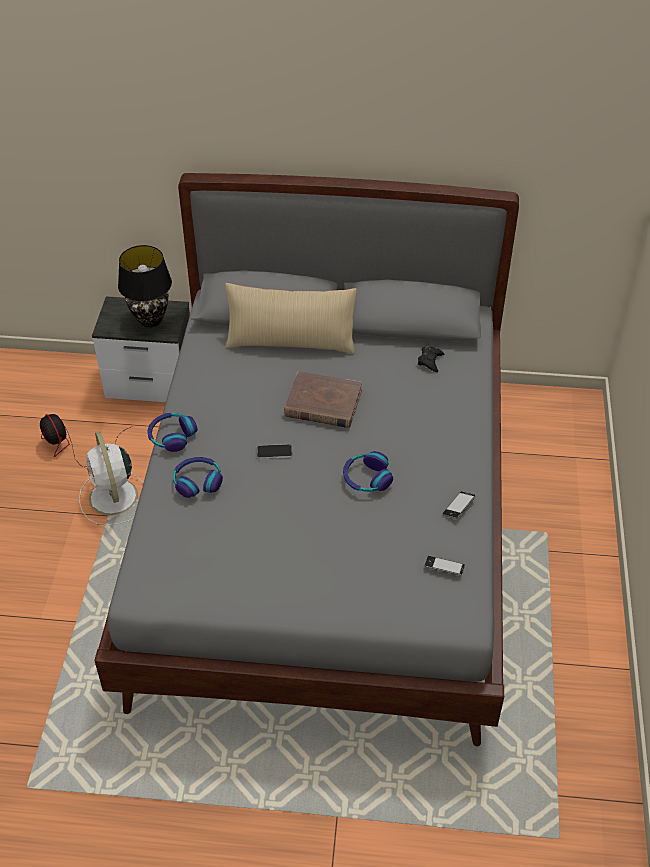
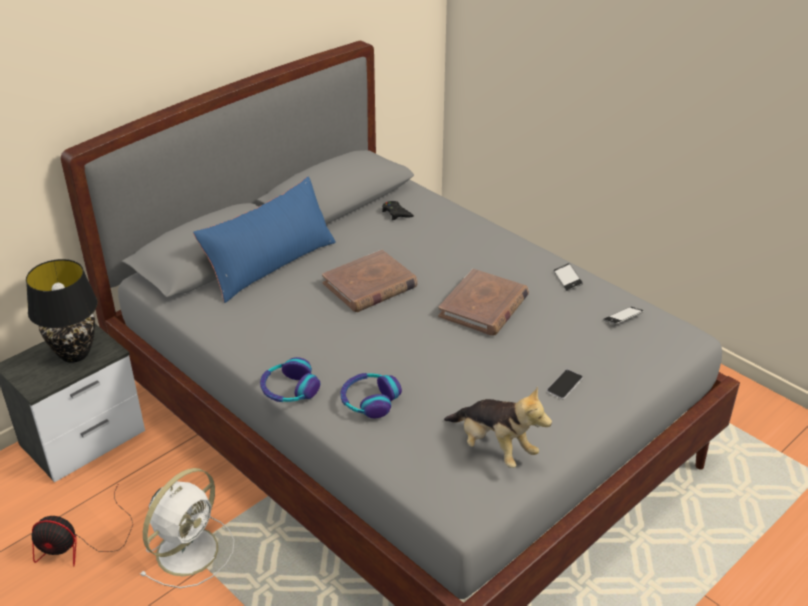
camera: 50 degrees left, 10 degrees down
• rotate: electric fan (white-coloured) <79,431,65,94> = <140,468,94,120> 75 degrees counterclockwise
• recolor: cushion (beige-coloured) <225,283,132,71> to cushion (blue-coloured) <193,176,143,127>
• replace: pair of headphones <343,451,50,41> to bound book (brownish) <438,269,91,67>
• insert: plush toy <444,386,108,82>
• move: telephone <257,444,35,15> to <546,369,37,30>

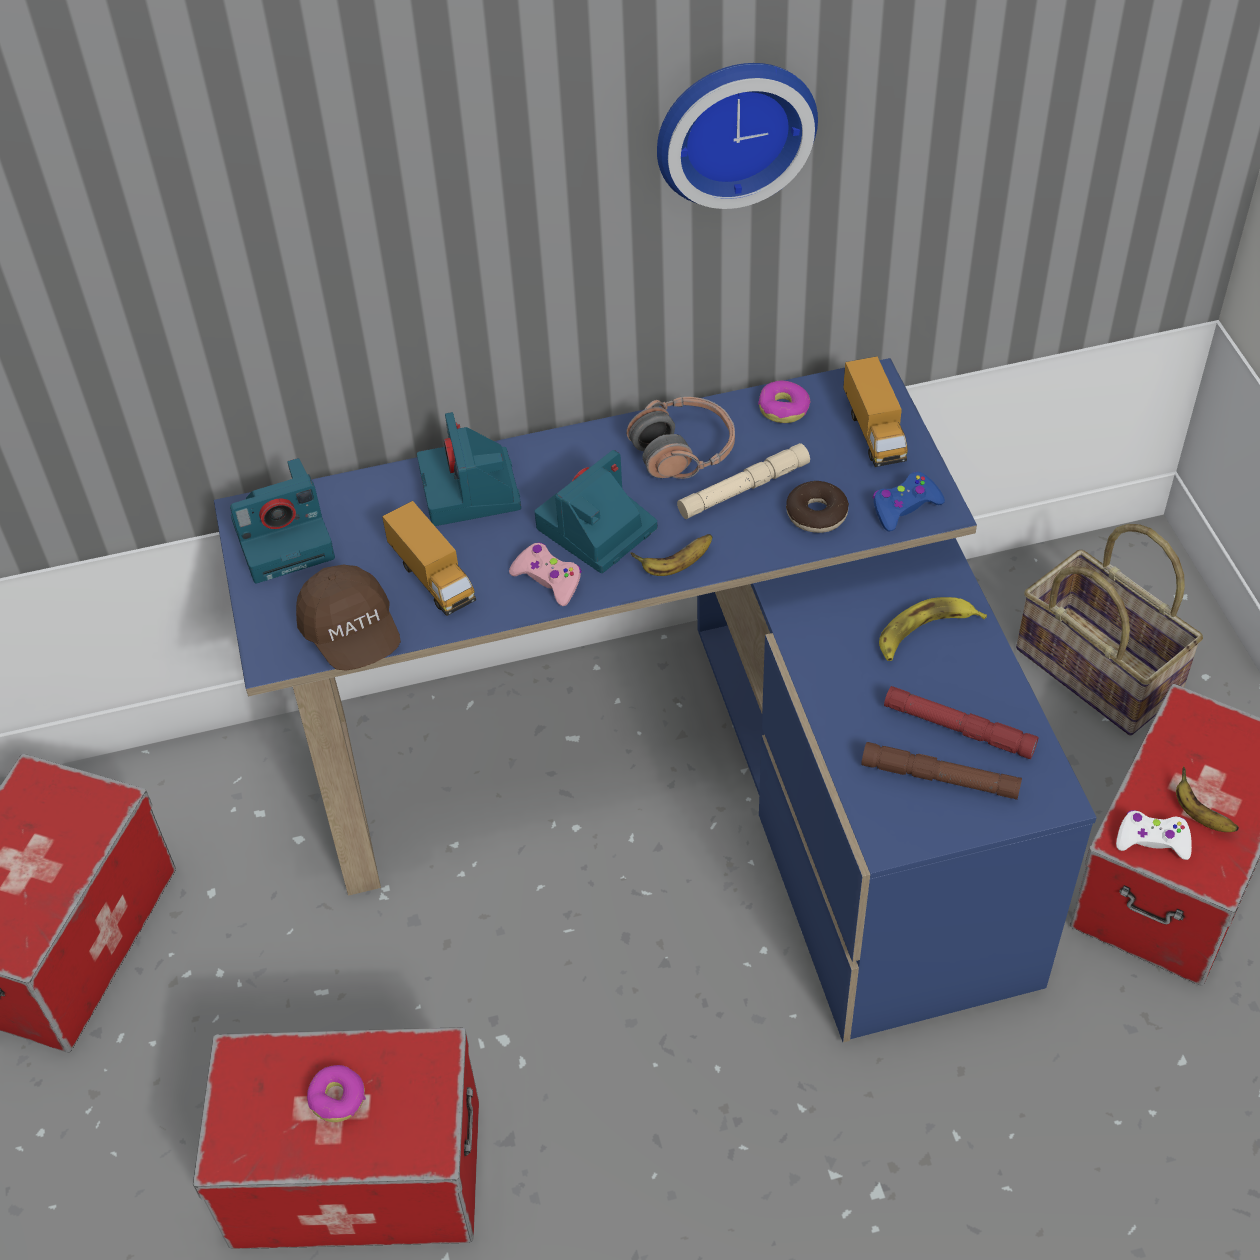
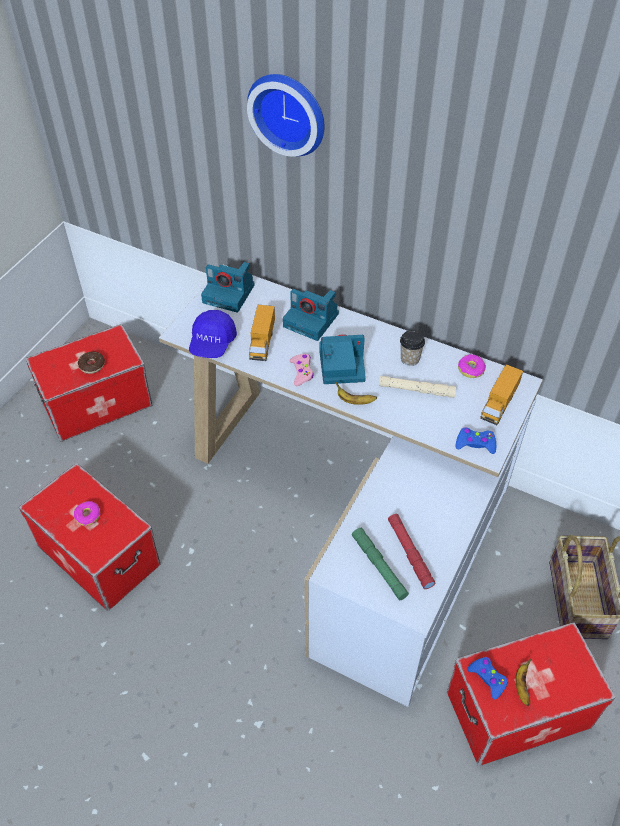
camera: 40 degrees right, 0 degrees up
• move: donut <786,481,63,52> to <78,351,27,23>
• recolor: desk unit (blue-coloured) <214,358,883,684> to desk unit (white-coloured) <159,265,384,442>
• recolor: baseball cap (brownish) <296,565,105,106> to baseball cap (blue-coloured) <189,310,48,48>
• move: clock on the wall <657,63,161,146> to <247,74,78,83>
• rotate: still camera <417,412,104,114> = <283,289,56,52> 90 degrees counterclockwise
• recolor: torch (brownish) <861,742,161,58> to torch (greenish) <352,528,57,72>
• replace: pair of headphones <626,396,109,83> to drinking cup <400,330,25,36>
• recolor: game controller (white-coloured) <1116,810,76,50> to game controller (blue-coloured) <467,657,41,42>
• delete: banana <879,597,108,64>

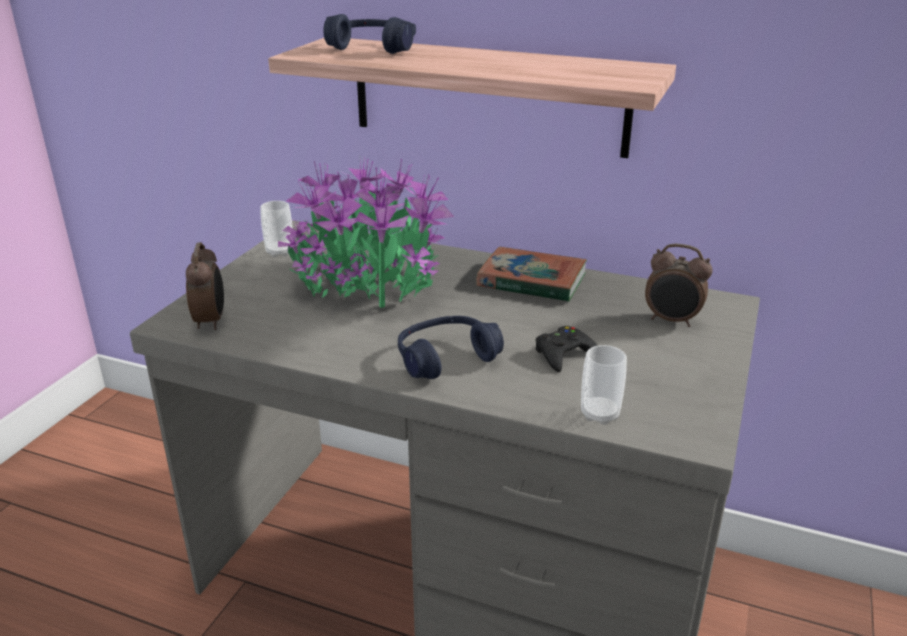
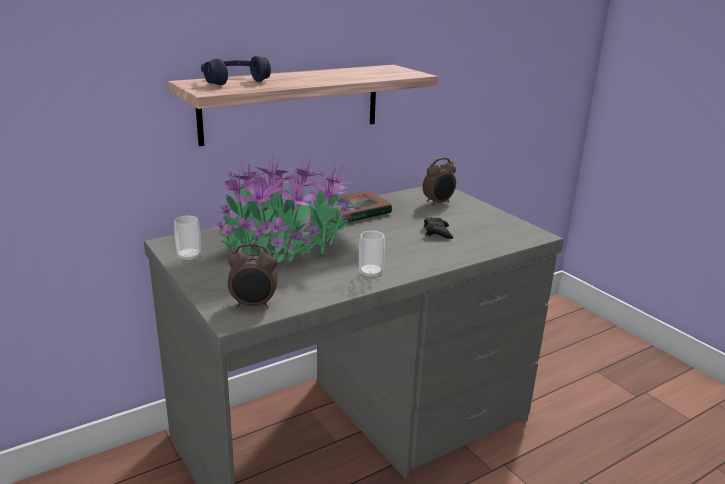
camera: 55 degrees left, 5 degrees down
• rotate: table clock <186,242,38,88> = <228,244,49,64> 150 degrees clockwise
• move: drinking cup <581,345,46,80> to <359,231,26,48>
• delete: pair of headphones (blue-coloured) <398,316,106,63>

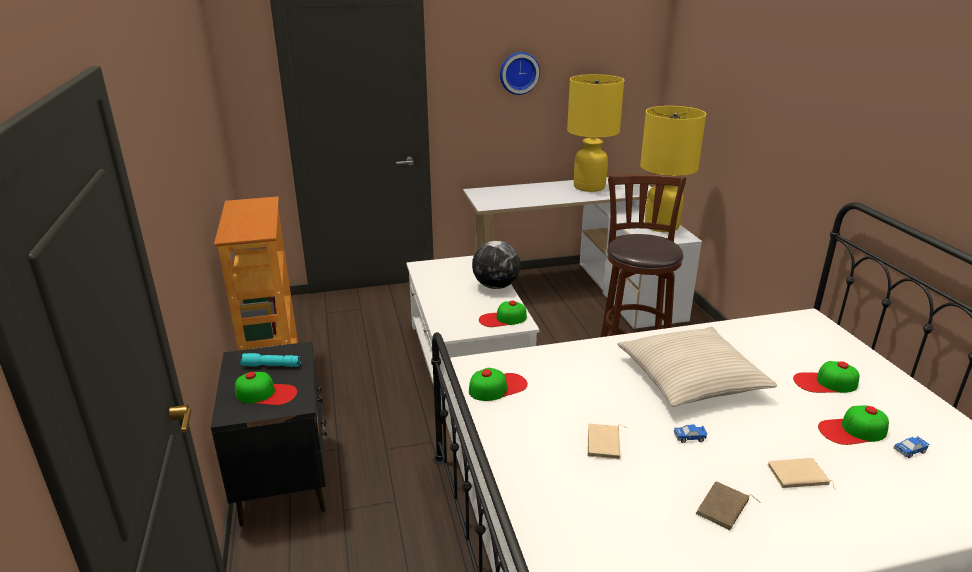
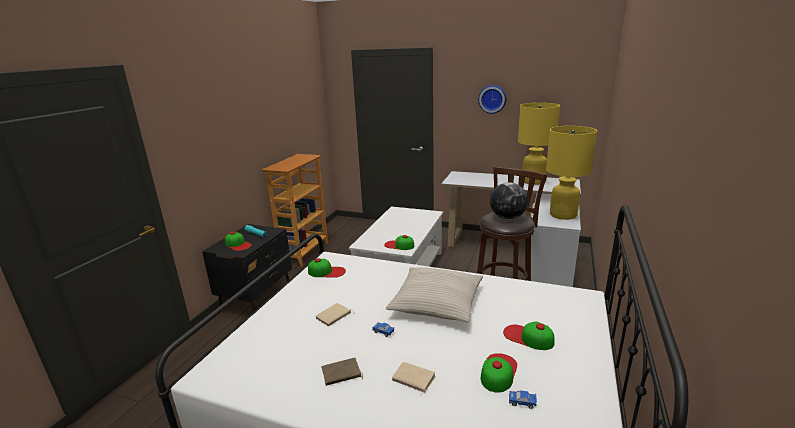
camera: 35 degrees right, 5 degrees down
• rotate: baseball cap <818,405,71,40> = <481,353,36,40> 90 degrees clockwise
• move: world globe <472,241,49,48> to <490,182,38,37>

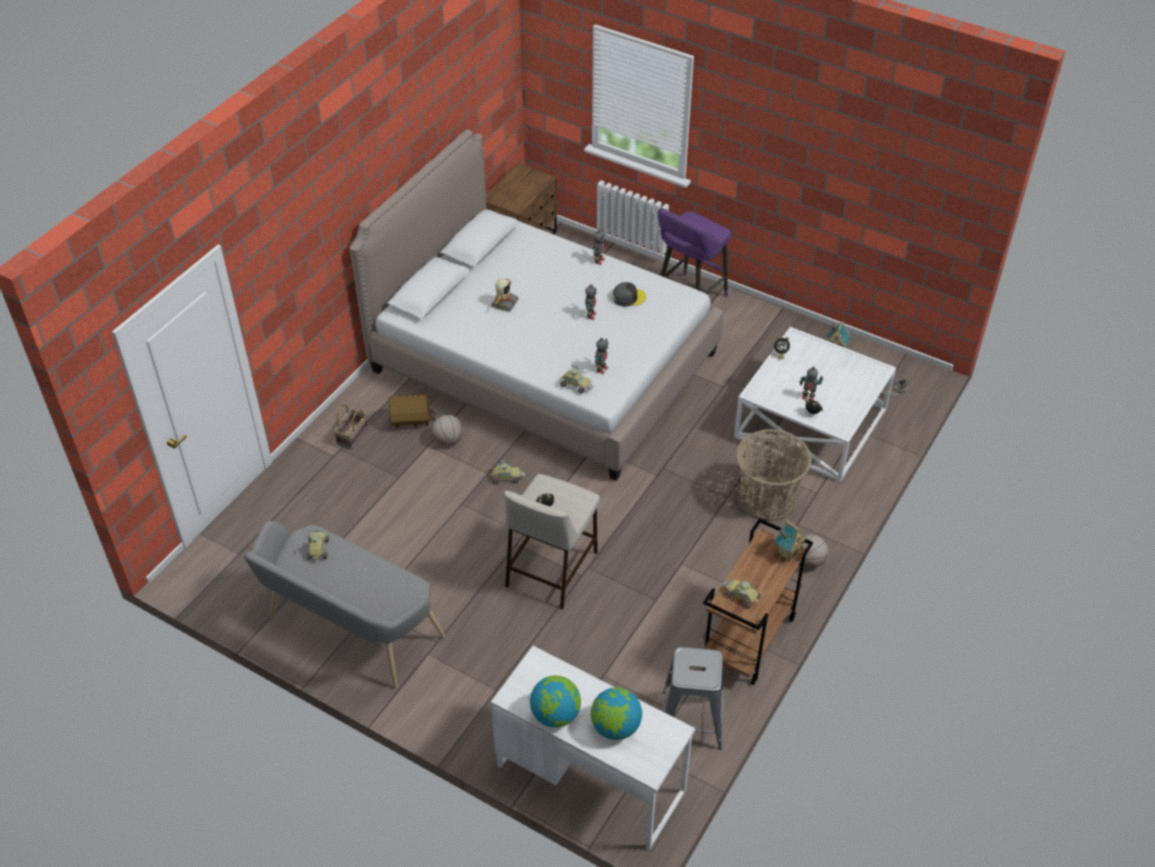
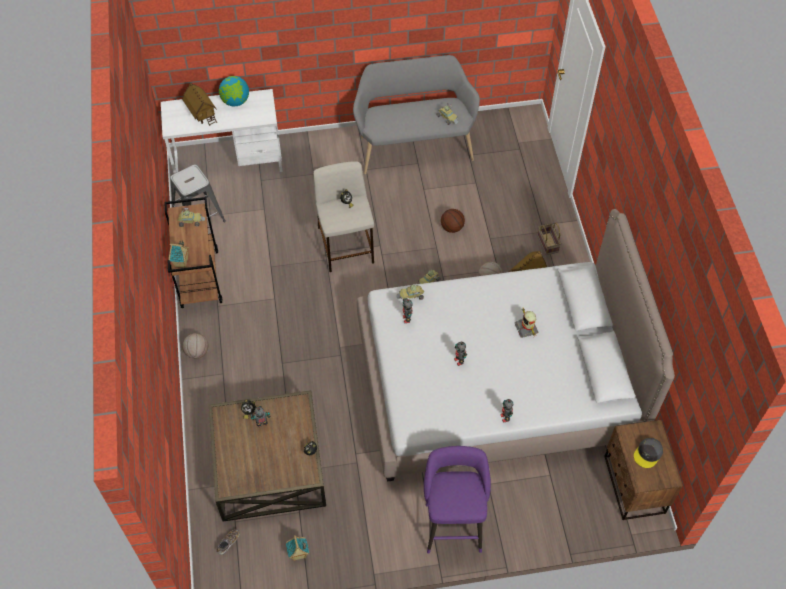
camera: 140 degrees right, 10 degrees up
• replace: world globe <591,687,51,53> to toy house <182,83,35,43>
• recolor: low table (white-coloured) <734,327,162,155> to low table (brownish) <208,390,118,132>
• insert: ball for basketball <441,209,24,24>
• move: baseball cap (gray) <613,282,33,25> to <634,438,29,30>
• delete: basket <736,429,76,93>

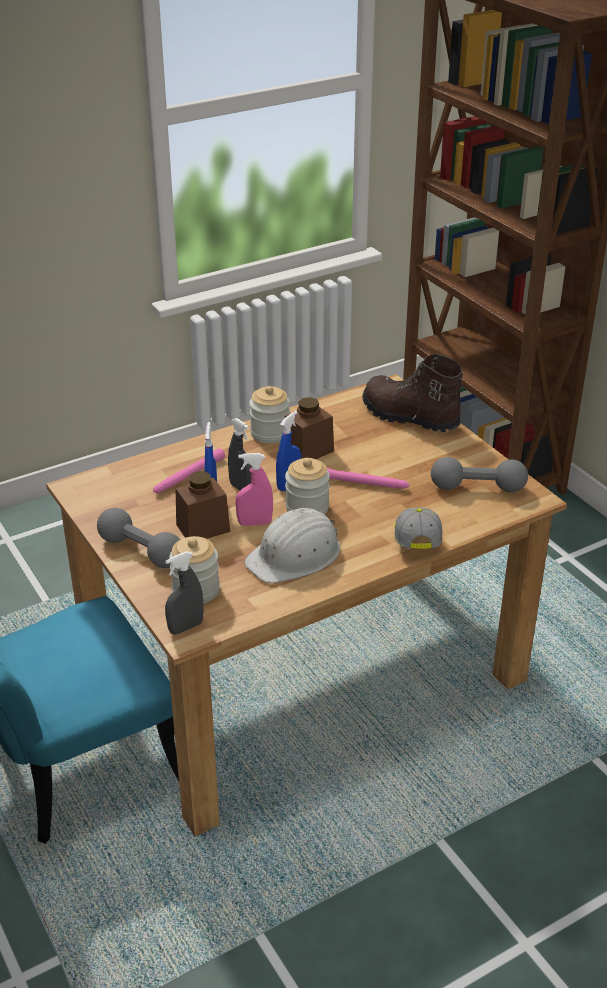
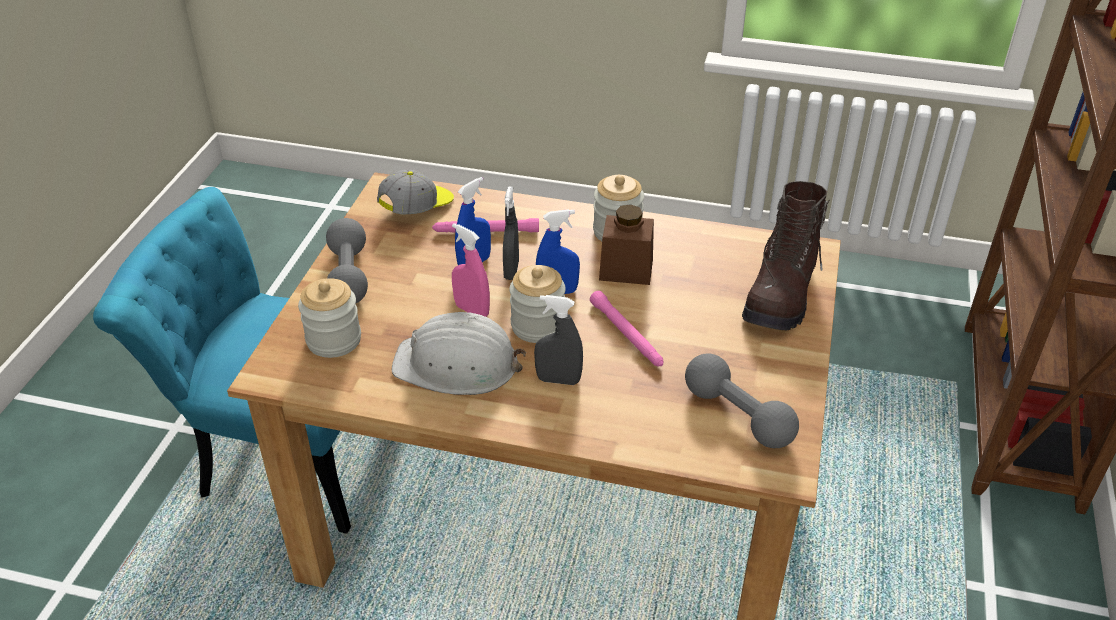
camera: 45 degrees right, 5 degrees up
• move: baseball cap <394,507,48,42> to <377,170,77,44>
• move: spray bottle (gray) <165,551,38,84> to <534,295,49,90>
• rotate: boot (brownish) <362,354,101,78> = <742,181,88,149> 150 degrees counterclockwise
• delete: storage jar (brownish) <176,471,54,68>

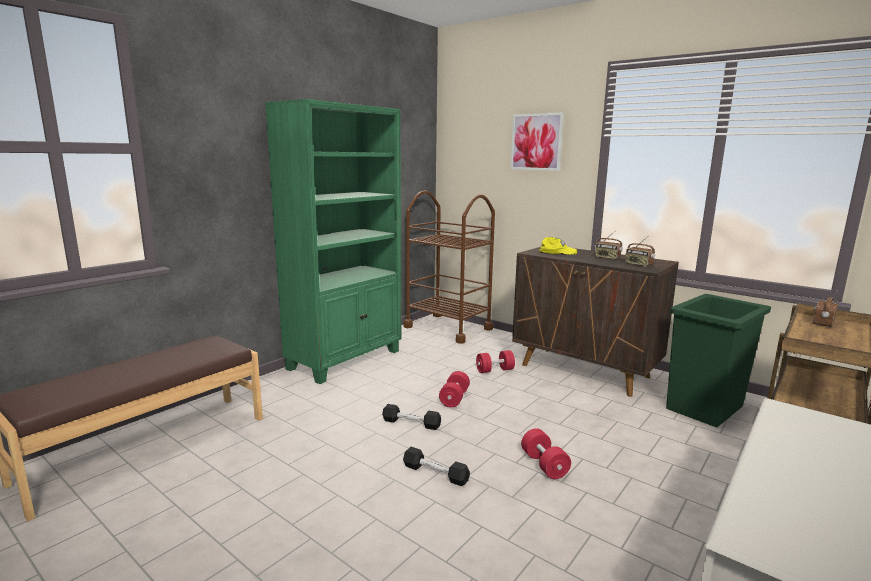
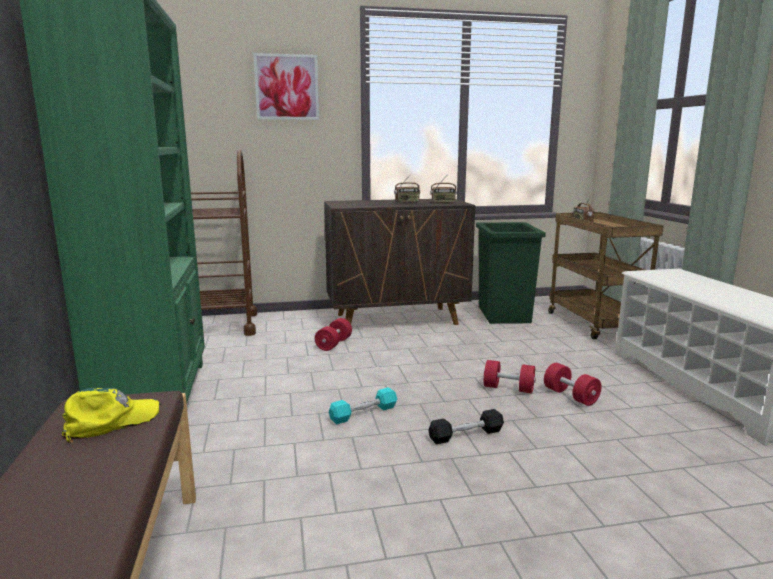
camera: 50 degrees left, 0 degrees up
• move: baseball cap (yellow-coloured) <539,237,39,18> to <62,388,99,55>
• recolor: dumbbell (blackish) <382,404,59,26> to dumbbell (blue-green) <329,387,68,37>
• move: dumbbell (red-coloured) <439,371,31,36> to <544,363,58,43>

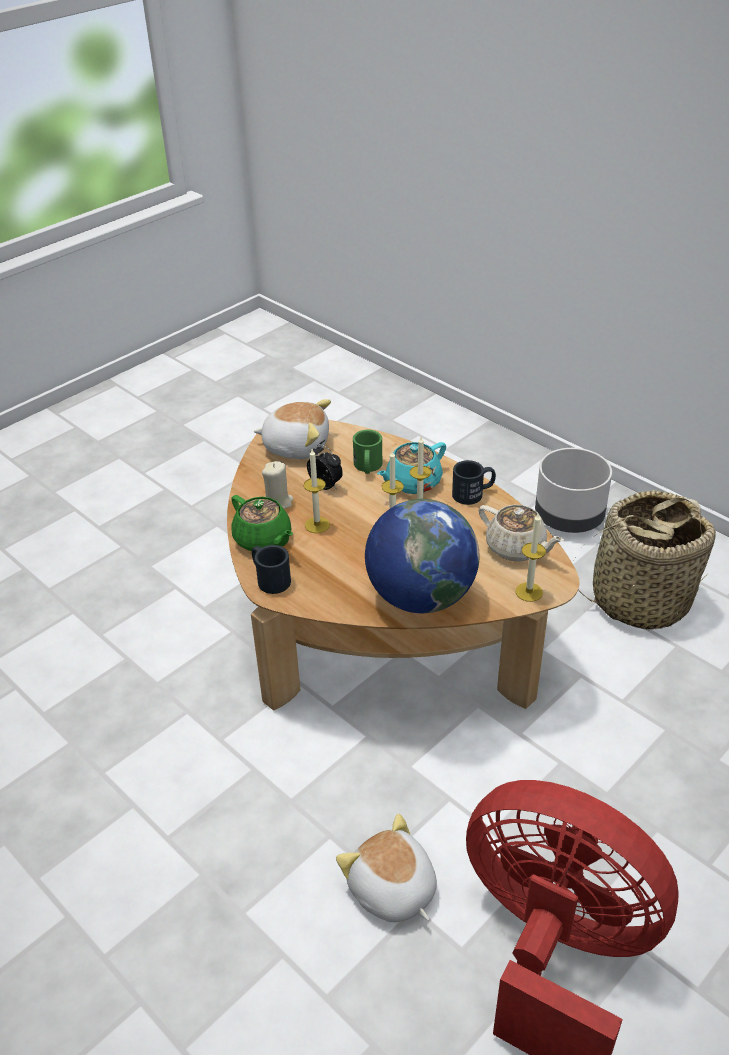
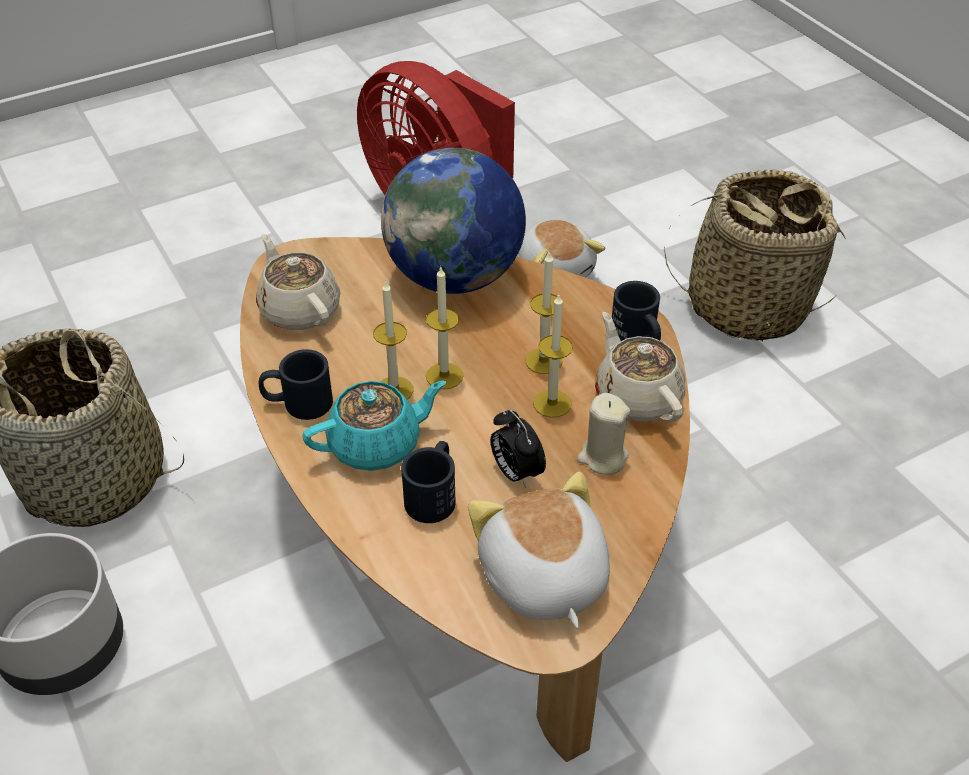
camera: 165 degrees left, 5 degrees up
• recolor: mug (greenish) <353,430,29,44> to mug (blackish) <401,441,55,82>
• rotate: plush toy <254,399,77,60> = <468,472,142,157> 45 degrees clockwise
• move: wax candle <516,514,30,88> to <526,252,37,122>
• recolor: teapot (greenish) <231,495,62,56> to teapot (beige-coloured) <595,312,90,110>
• insert: basket <664,169,182,172>

